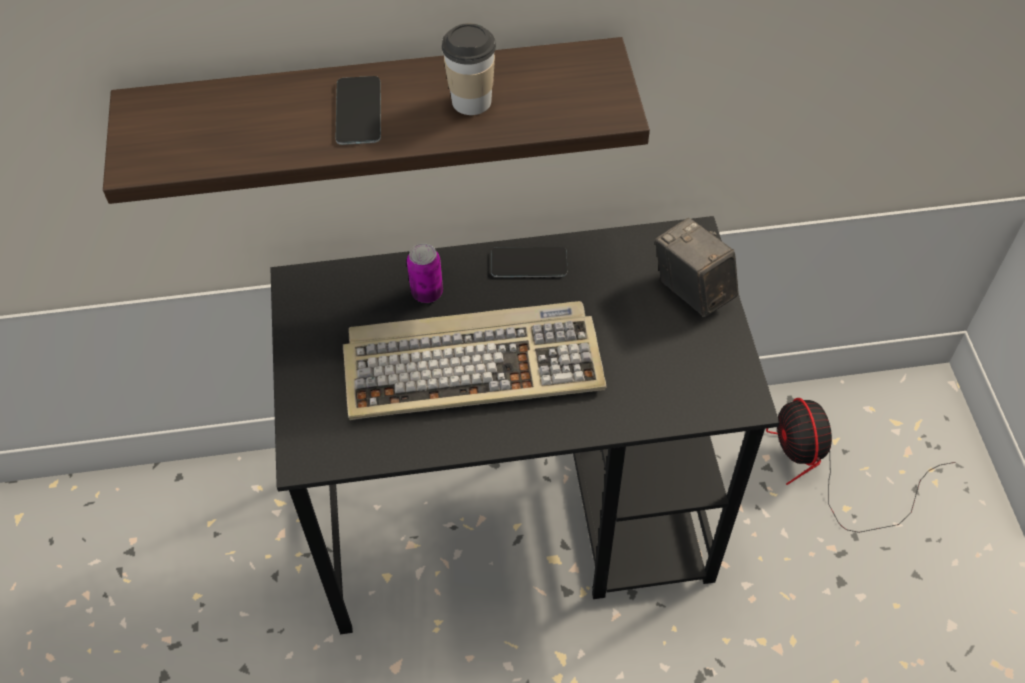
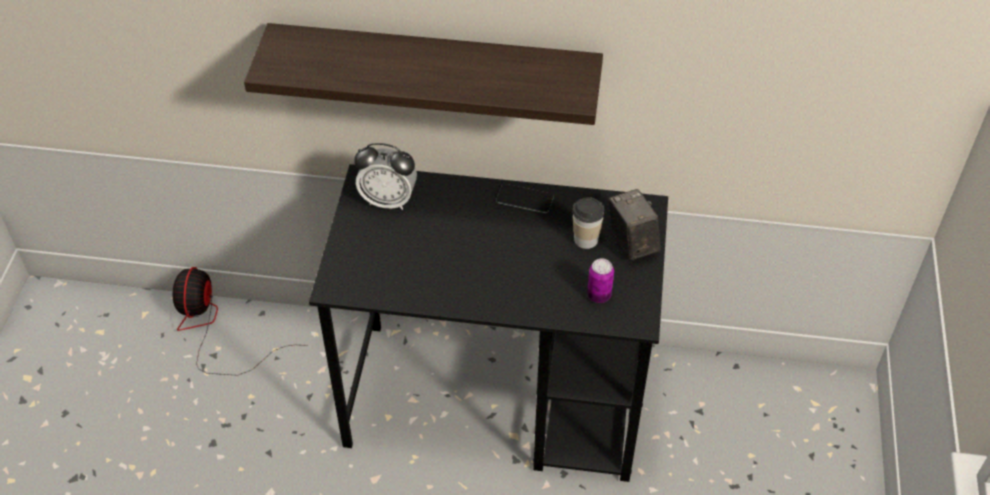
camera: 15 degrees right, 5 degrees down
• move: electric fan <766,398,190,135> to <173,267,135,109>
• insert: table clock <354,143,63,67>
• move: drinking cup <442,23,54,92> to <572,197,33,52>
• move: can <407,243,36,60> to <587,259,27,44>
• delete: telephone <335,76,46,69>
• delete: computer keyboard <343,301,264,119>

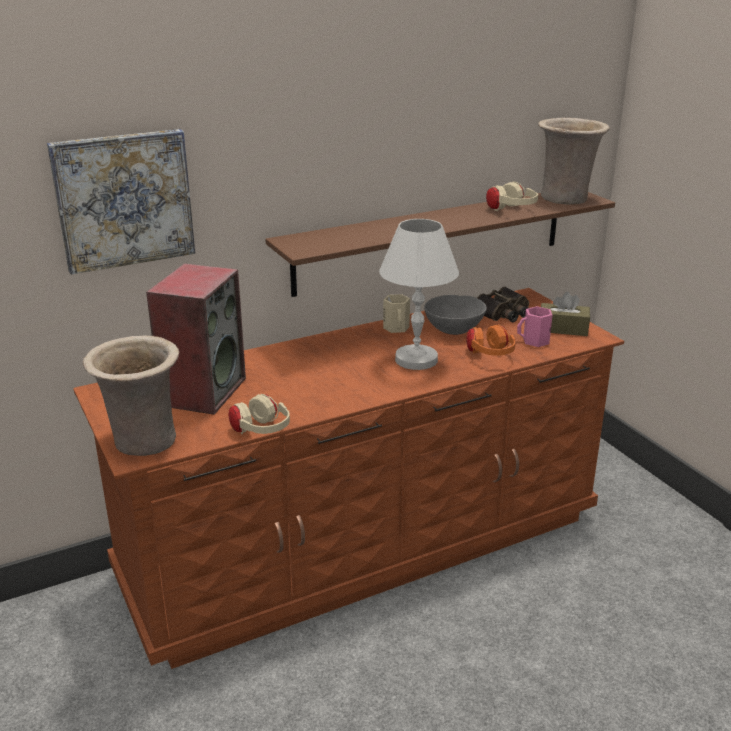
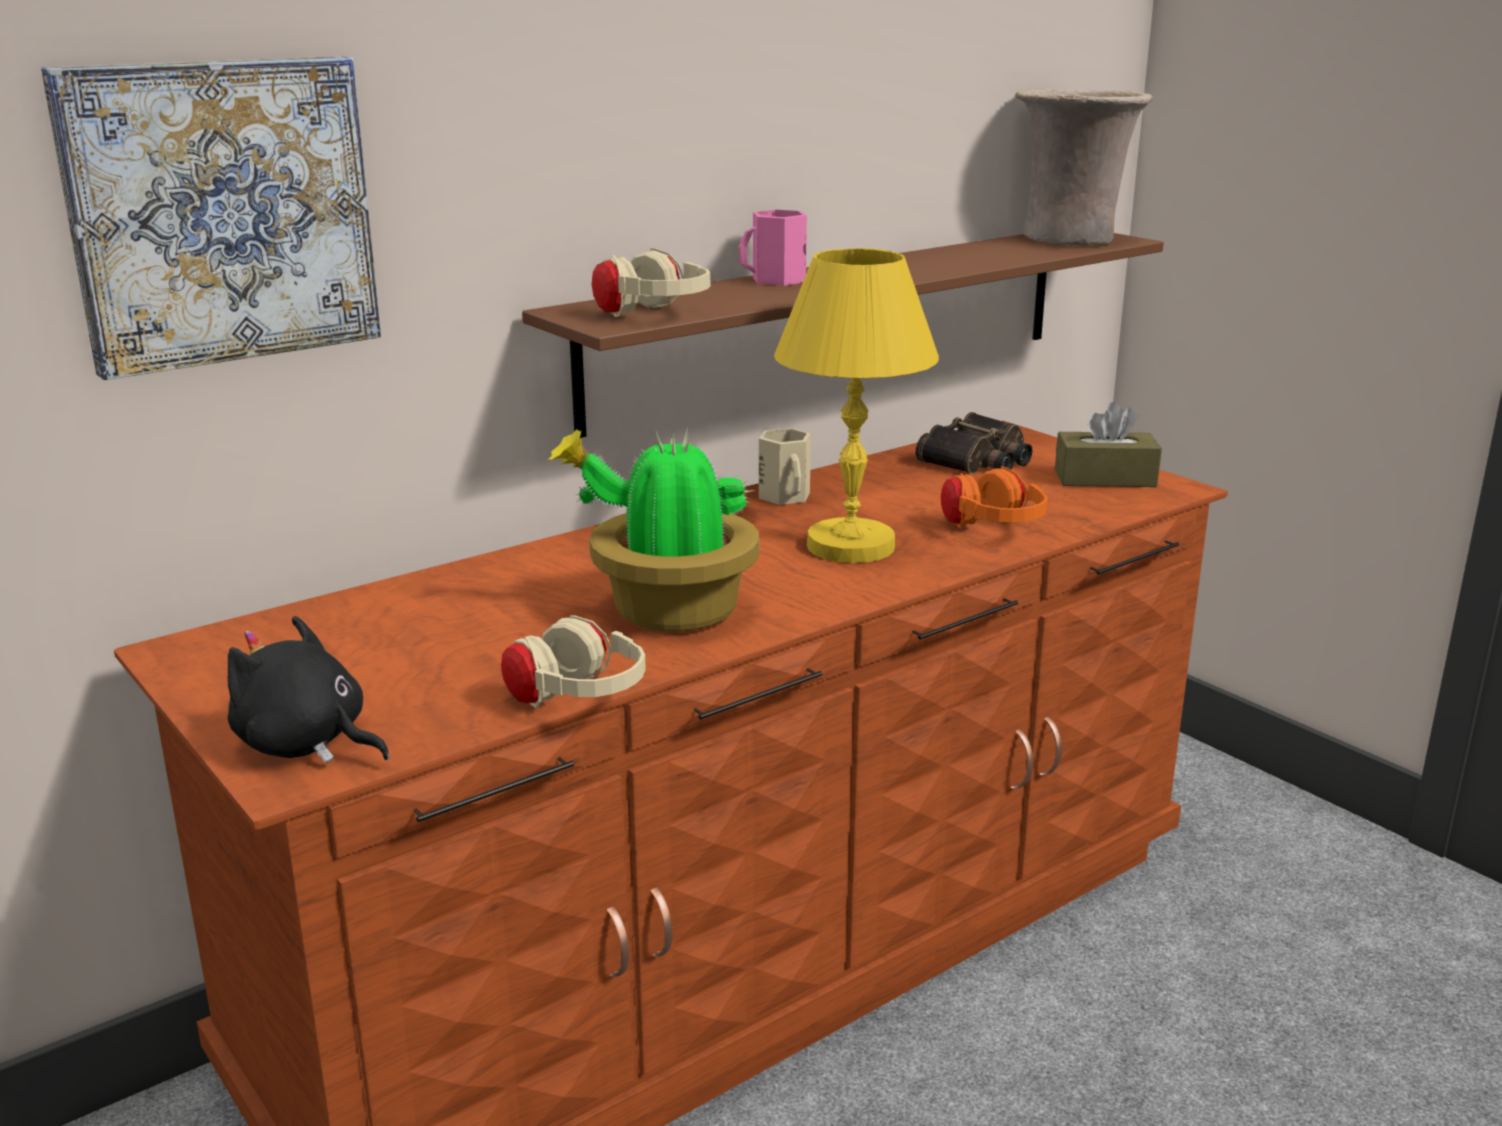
camera: 10 degrees left, 5 degrees down
• replace: vase (beige-coloured) <83,335,96,121> to plush toy (blackish) <228,616,162,147>
• insert: houseplant <547,427,212,204>
• move: pair of headphones (beige-coloured) <486,181,52,30> to <592,248,118,69>
• move: mug (pink) <517,306,35,41> to <738,210,69,76>
• recolor: tabletop lamp (white-coloured) <379,219,80,151> to tabletop lamp (yellow-coloured) <774,248,165,315>
• delete: audio speaker <146,263,100,152>
• delete: bowl (gray) <424,295,63,40>

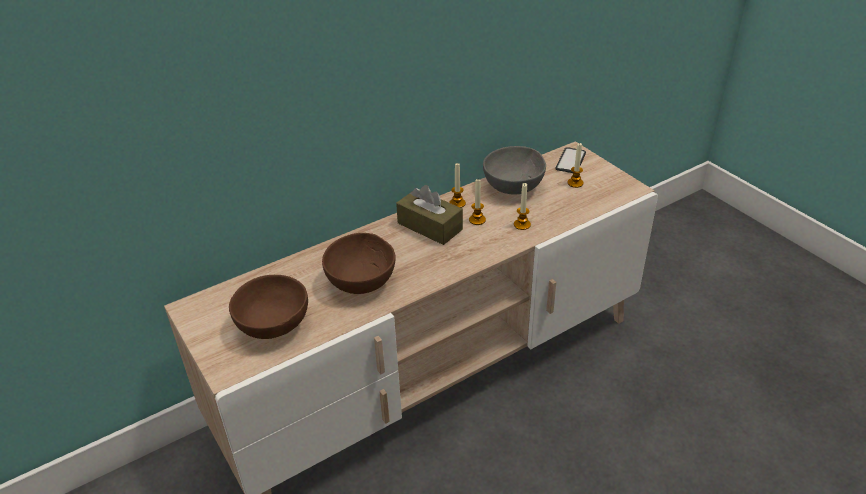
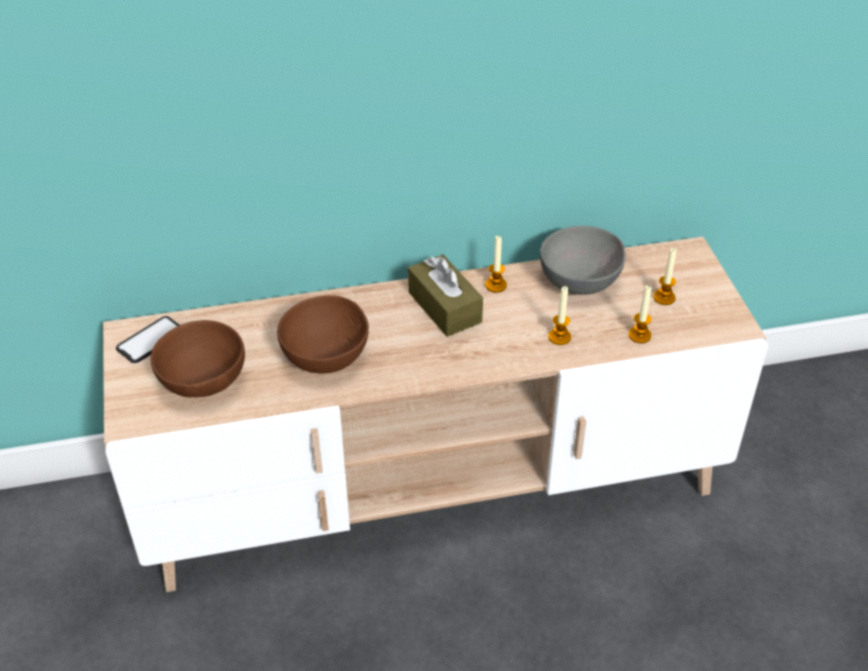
camera: 20 degrees right, 5 degrees up
• move: telephone <555,147,31,26> to <116,316,63,47>
• move: wax candle <469,179,17,46> to <629,285,23,58>

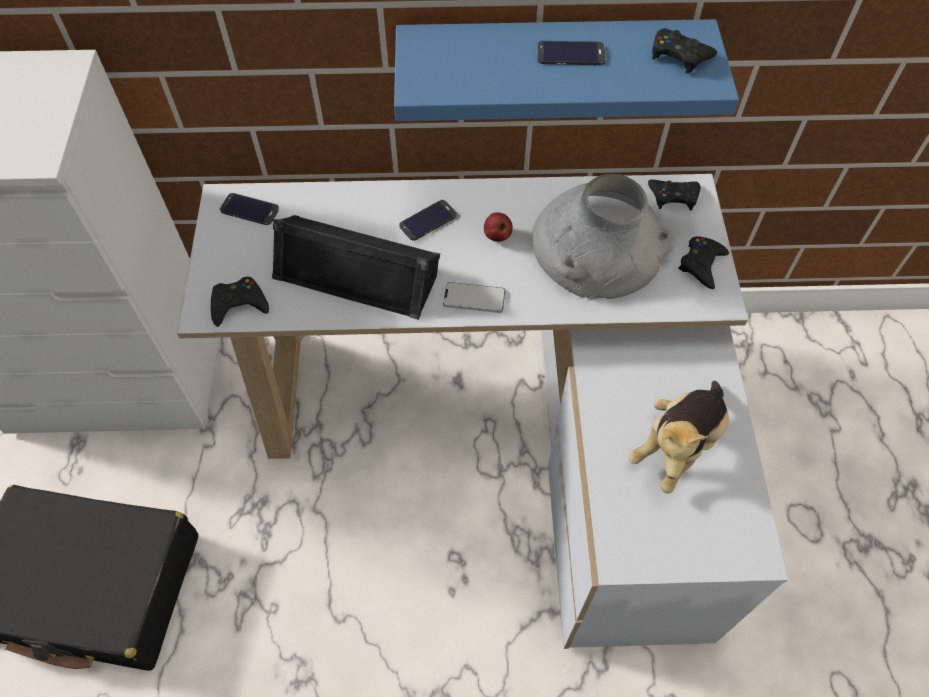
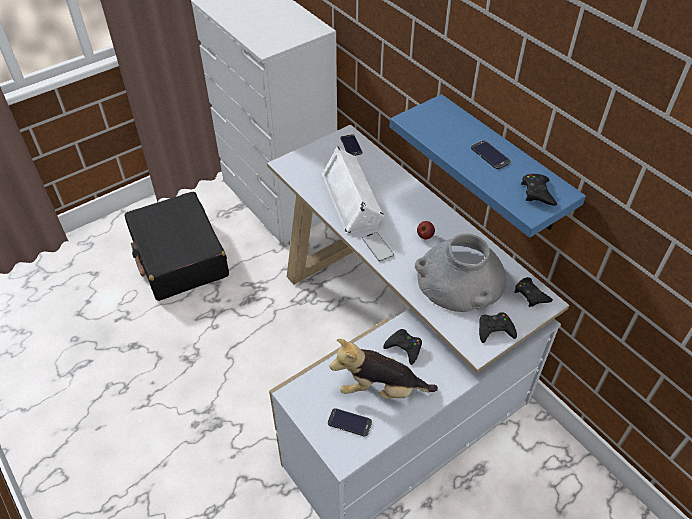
camera: 55 degrees right, 10 degrees down
• recolor: audio speaker (blackish) <272,215,168,105> to audio speaker (white-coloured) <322,146,62,88>
• move: telephone <399,200,58,41> to <328,408,44,29>
• move: game controller (blackish) <211,277,58,50> to <383,329,39,36>

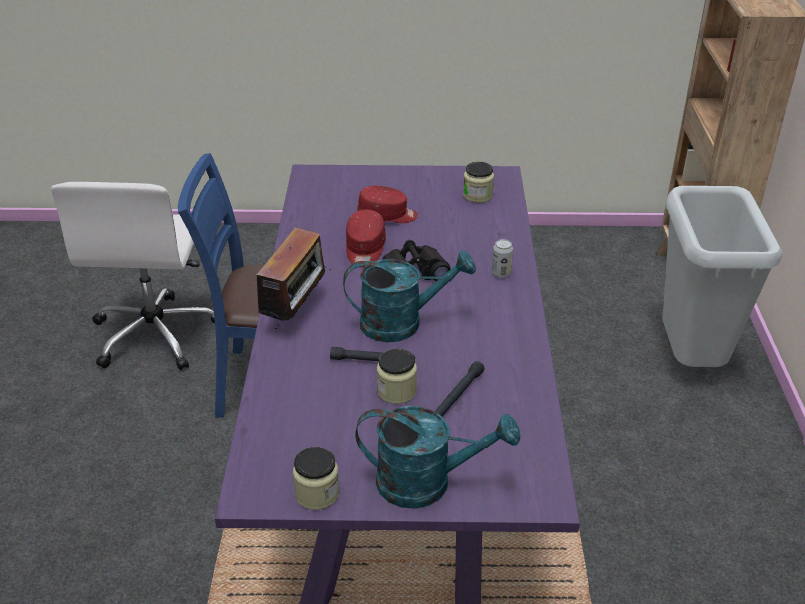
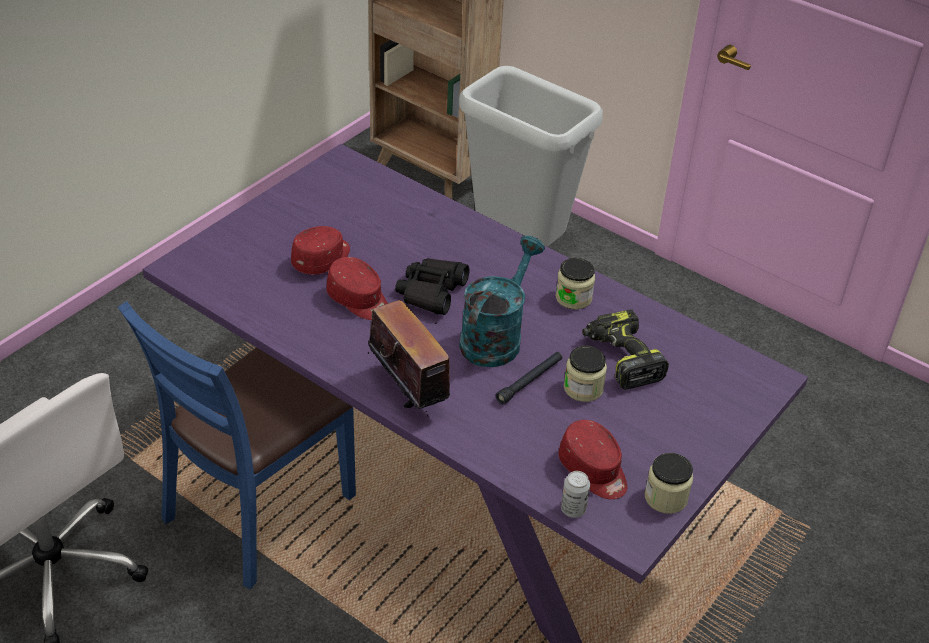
camera: 55 degrees left, 5 degrees up
• move: storage jar <463,162,31,41> to <556,258,39,51>
• insert: baseball cap (red-coloured) <558,420,69,79>
• move: can <492,239,21,39> to <561,471,29,47>
• replace: torch (blackish) <435,361,50,55> to power drill <582,310,87,80>
• delete: sprinkling can (blue-green) <355,406,165,103>

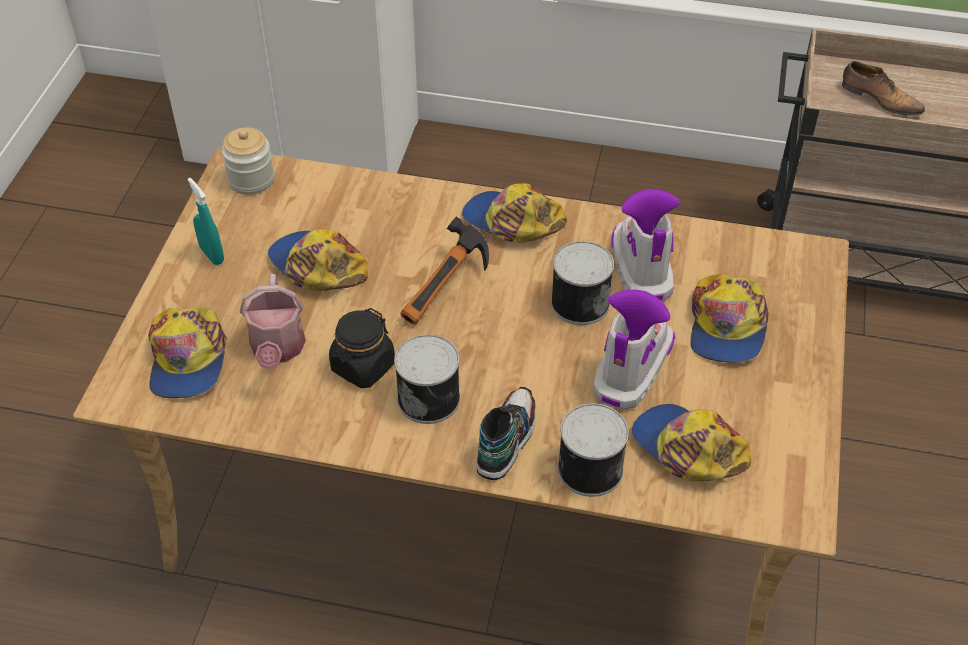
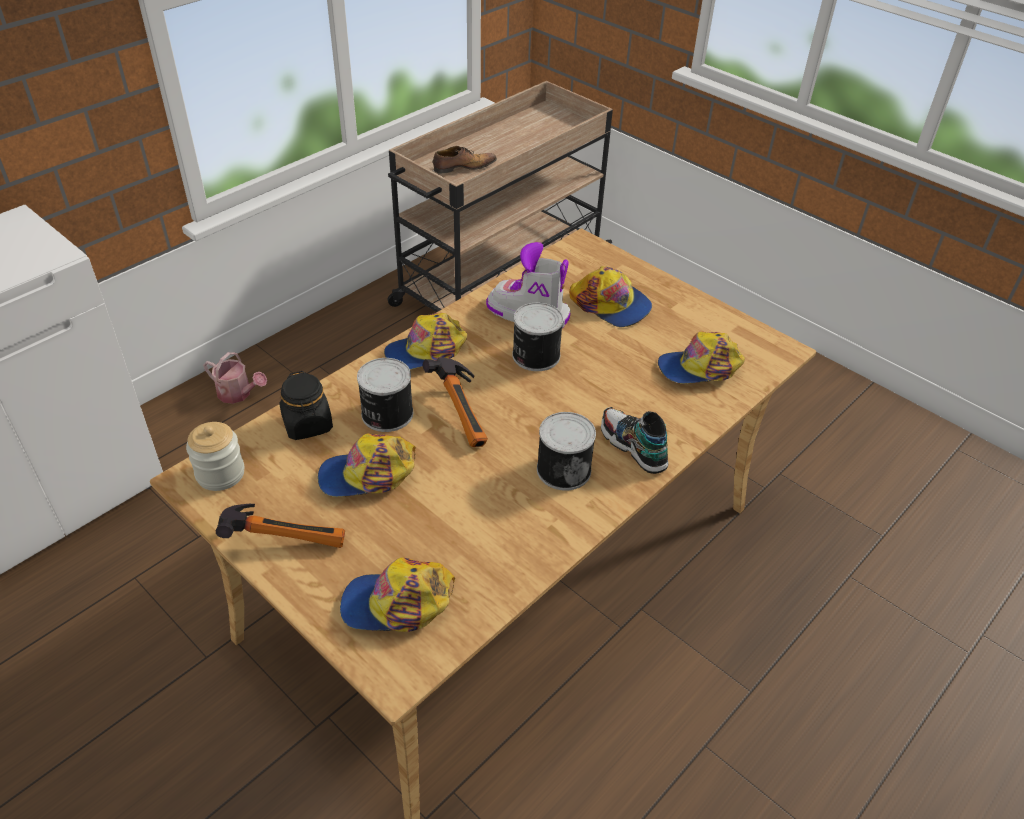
camera: 60 degrees left, 5 degrees down
• move: sprinkling can <240,274,66,96> to <203,352,64,52>
• replace: spray bottle (blue-green) <187,178,37,87> to tool hammer <216,504,129,44>
• move: storage jar (blackish) <329,308,66,80> to <279,371,54,69>
• rotate: baseball cap <148,307,79,91> = <340,557,115,75> 150 degrees clockwise
• move: can <558,403,71,94> to <357,358,56,74>
• delete: boot <593,289,82,121>

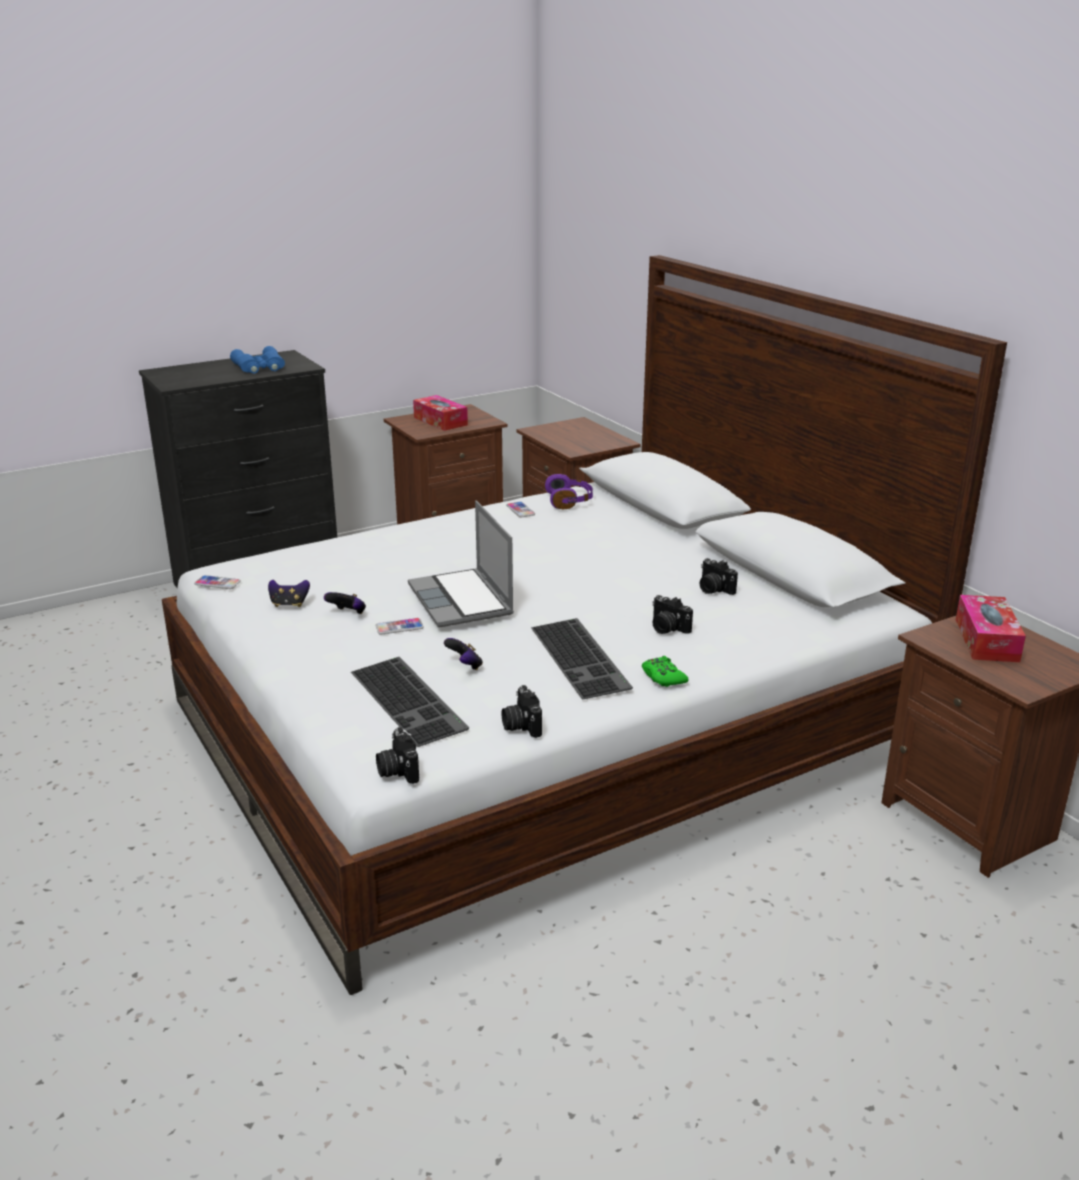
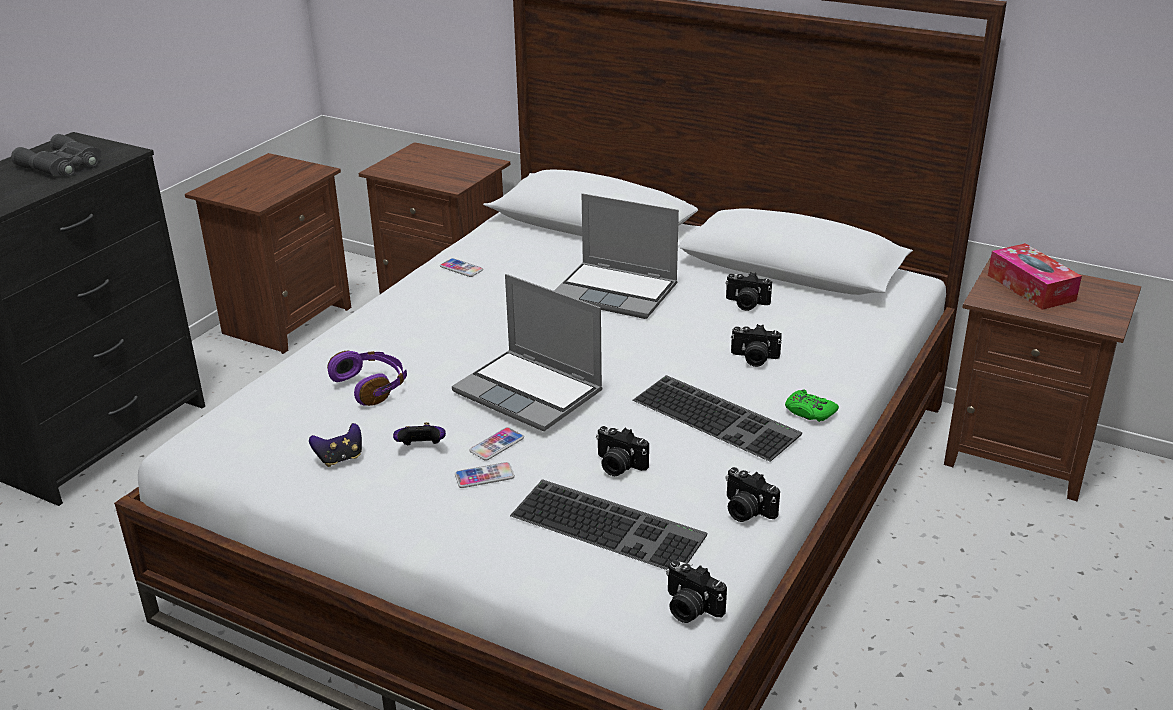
camera: 30 degrees left, 5 degrees up
• recolor: binoculars (blue-coloured) <230,346,55,28> to binoculars (gray) <11,134,90,42>
• move: pair of headphones (purple-coloured) <545,474,48,35> to <327,350,80,56>
• move: telephone <194,575,47,14> to <455,462,60,26>
• insert: portable computer <554,193,125,126>
• replace: game controller <444,638,39,32> to still camera <596,426,53,50>
• delete: box of tissues <413,395,55,36>

